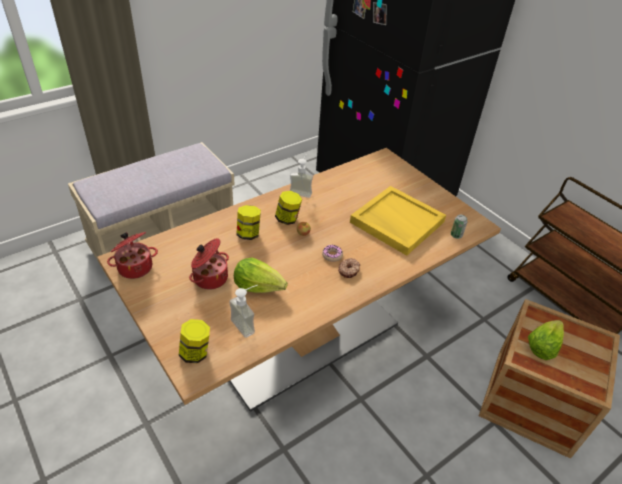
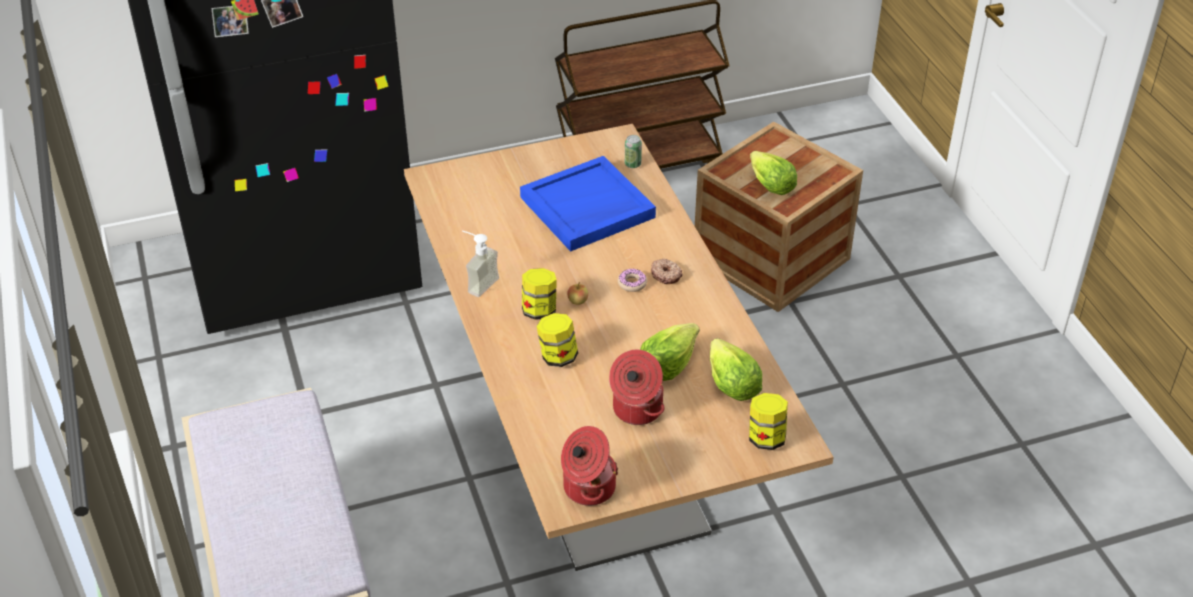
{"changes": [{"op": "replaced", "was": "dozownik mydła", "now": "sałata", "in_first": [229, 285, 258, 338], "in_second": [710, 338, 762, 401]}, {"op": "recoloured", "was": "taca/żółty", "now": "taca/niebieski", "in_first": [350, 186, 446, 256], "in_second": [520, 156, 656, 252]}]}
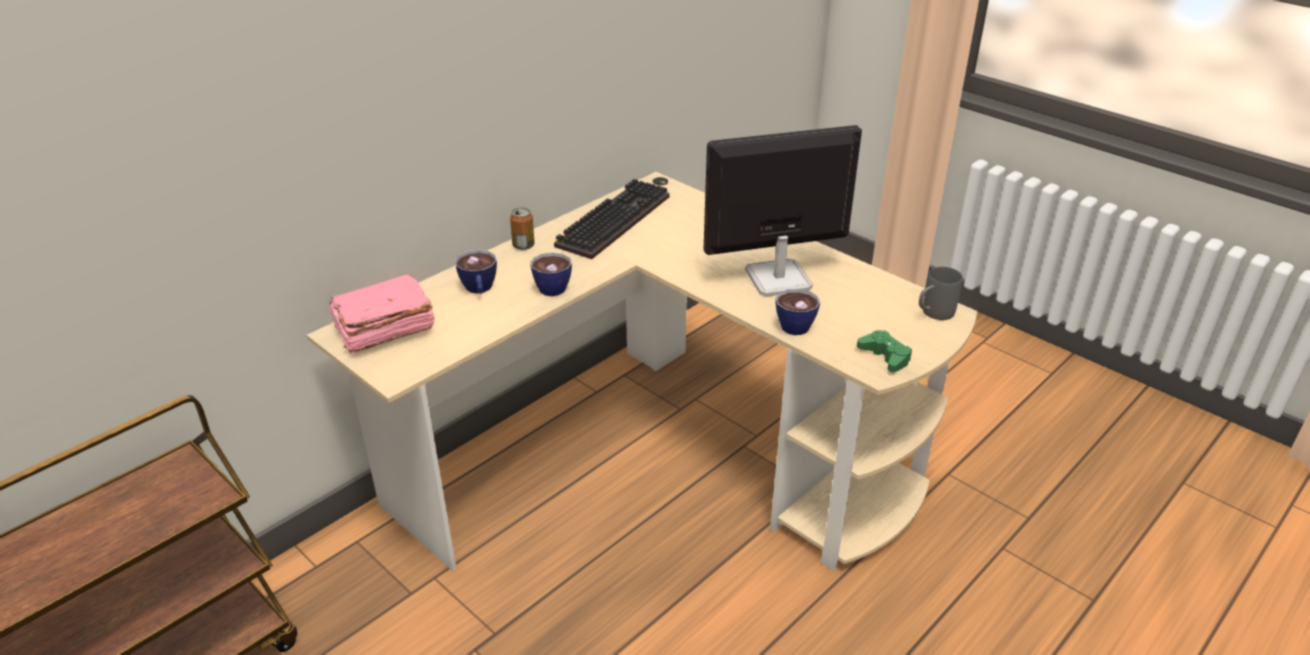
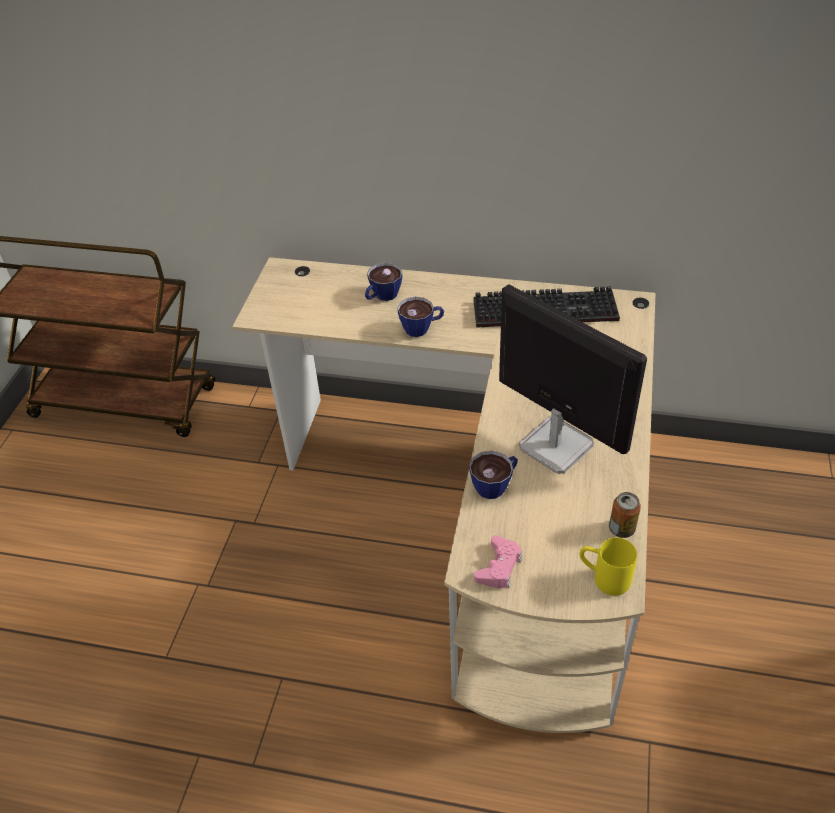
{"changes": [{"op": "removed", "was": "książka/różowy", "in_first": [329, 275, 435, 354]}, {"op": "moved", "was": "puszka", "in_first": [510, 207, 535, 250], "in_second": [609, 492, 641, 538]}, {"op": "recoloured", "was": "pad do gier/zielony", "now": "pad do gier/różowy", "in_first": [857, 330, 912, 372], "in_second": [474, 535, 522, 588]}, {"op": "recoloured", "was": "kubek/szary", "now": "kubek/żółty", "in_first": [919, 267, 963, 320], "in_second": [580, 538, 637, 596]}]}
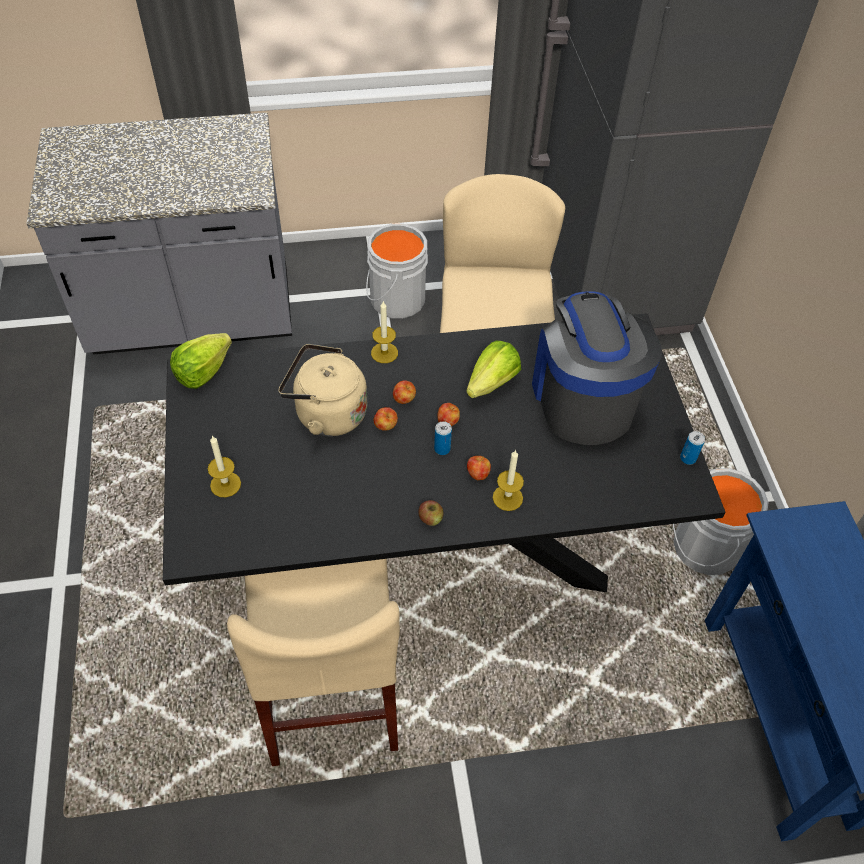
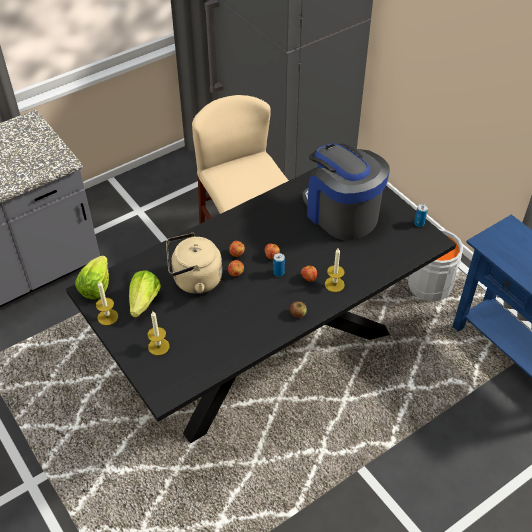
{"changes": [{"op": "removed", "was": "krzesło/beżowy", "in_first": [227, 559, 400, 766]}, {"op": "removed", "was": "wiadro/szary", "in_first": [366, 224, 428, 319]}, {"op": "moved", "was": "świeca", "in_first": [371, 301, 398, 363], "in_second": [96, 281, 118, 325]}, {"op": "moved", "was": "sałata", "in_first": [466, 341, 521, 398], "in_second": [129, 270, 161, 317]}]}
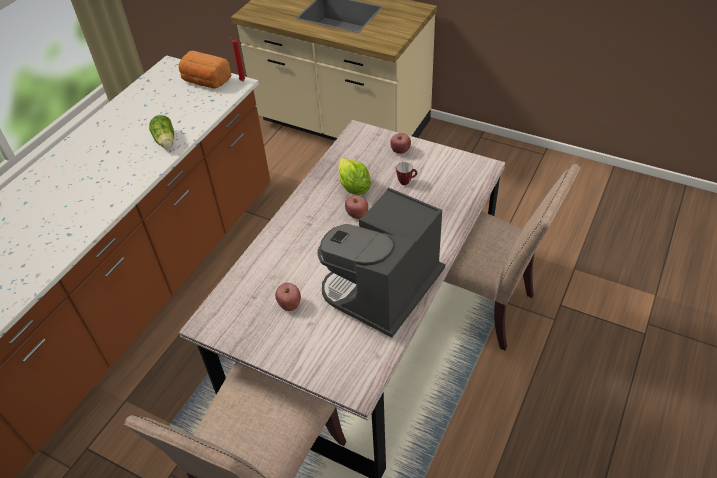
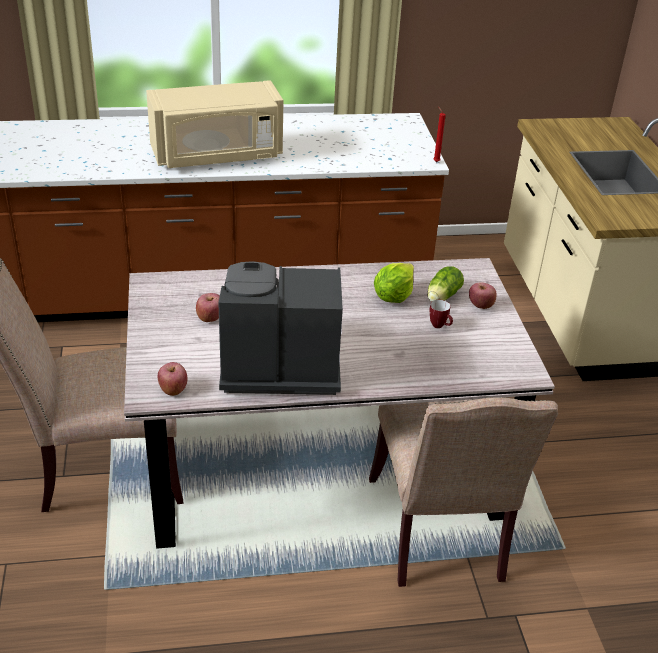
{"changes": [{"op": "moved", "was": "sałata", "in_first": [149, 115, 174, 148], "in_second": [427, 266, 464, 302]}, {"op": "removed", "was": "chleb", "in_first": [178, 51, 232, 88]}, {"op": "moved", "was": "jabłko", "in_first": [345, 195, 369, 219], "in_second": [157, 362, 187, 396]}, {"op": "added", "now": "mikrofalówka/beżowy", "in_second": [146, 80, 284, 168]}]}
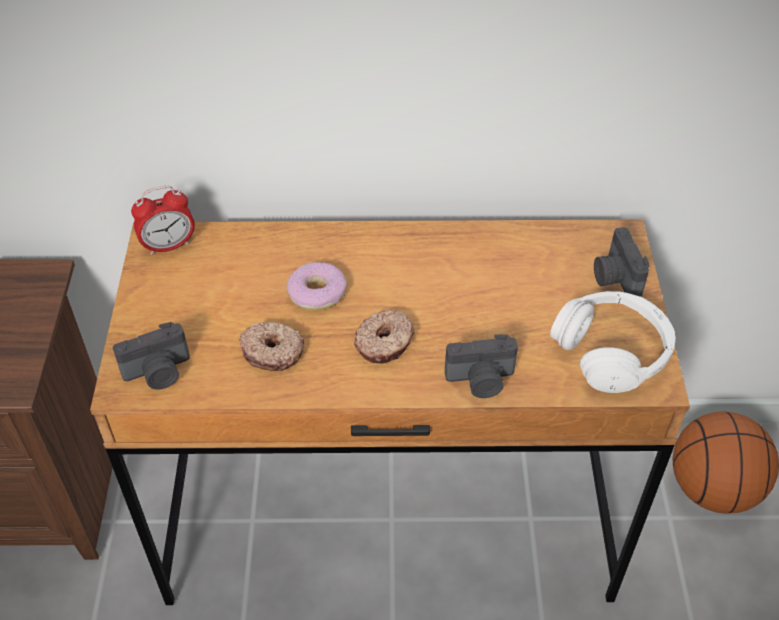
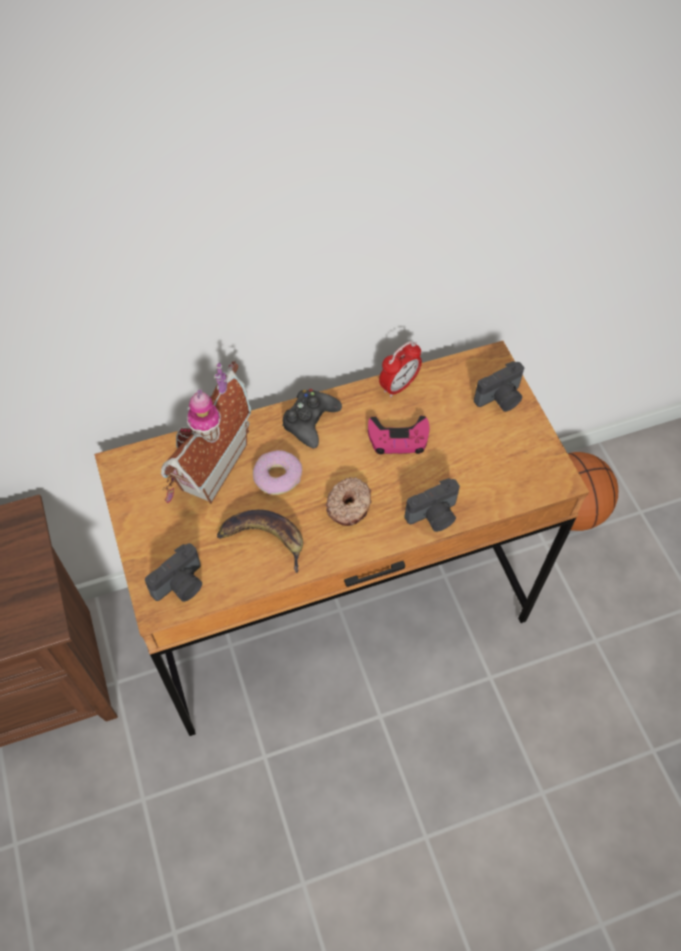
{"changes": [{"op": "moved", "was": "budzik", "in_first": [131, 186, 195, 255], "in_second": [379, 341, 422, 398]}, {"op": "replaced", "was": "donut", "now": "banan", "in_first": [239, 322, 304, 371], "in_second": [217, 510, 303, 573]}, {"op": "removed", "was": "słuchawki/biały", "in_first": [550, 291, 676, 393]}, {"op": "turned", "was": "aparat fotograficzny", "in_first": [594, 227, 649, 297], "in_second": [474, 361, 524, 412], "clockwise": -90}, {"op": "added", "now": "domek", "in_second": [161, 360, 251, 504]}, {"op": "added", "now": "pad do gier/czarny", "in_second": [282, 389, 342, 448]}, {"op": "added", "now": "pad do gier/różowy", "in_second": [368, 416, 430, 454]}]}
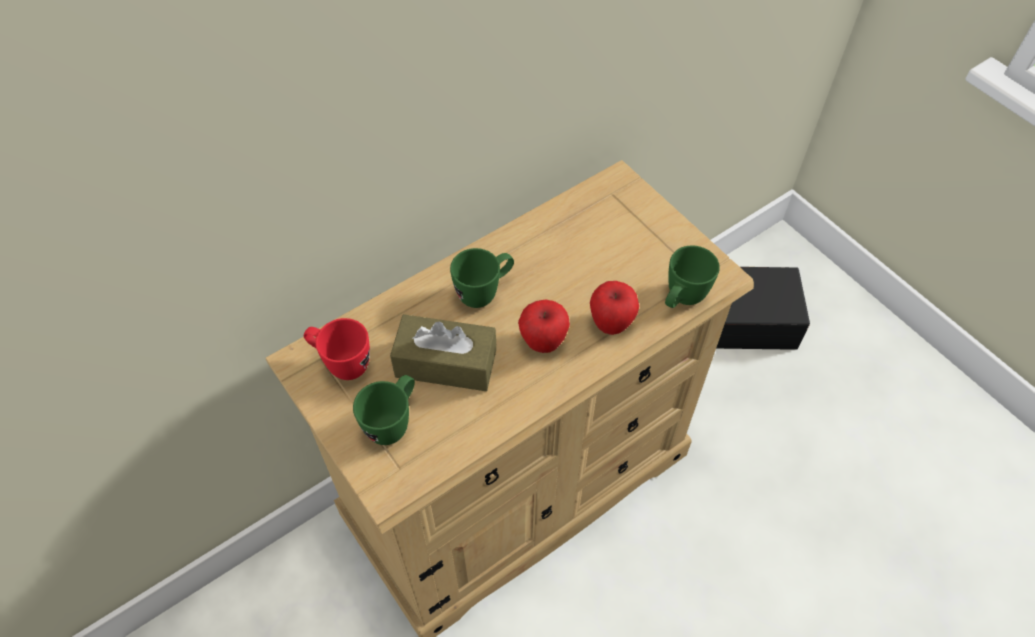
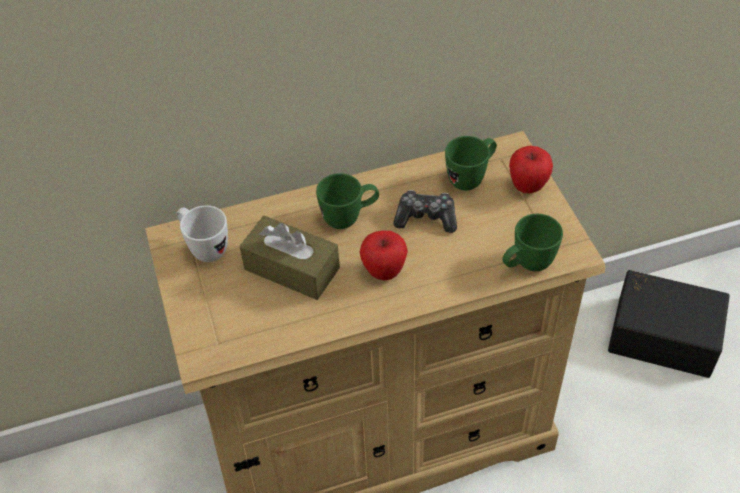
{"changes": [{"op": "recoloured", "was": "kubek/czerwony", "now": "kubek/biały", "in_first": [304, 318, 370, 380], "in_second": [176, 205, 228, 262]}, {"op": "moved", "was": "kubek/zielony", "in_first": [353, 375, 415, 445], "in_second": [445, 136, 497, 190]}, {"op": "moved", "was": "jabłko", "in_first": [590, 281, 639, 335], "in_second": [509, 146, 553, 193]}, {"op": "added", "now": "pad do gier", "in_second": [393, 190, 457, 233]}]}
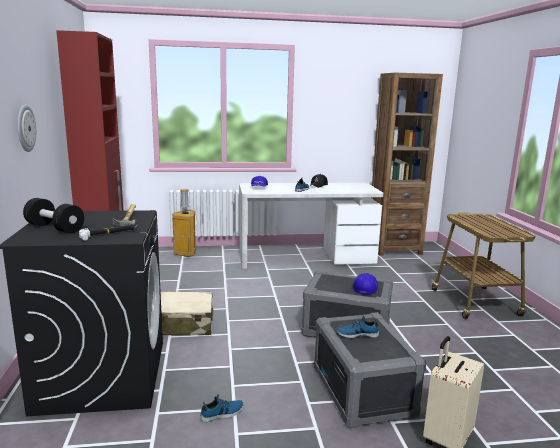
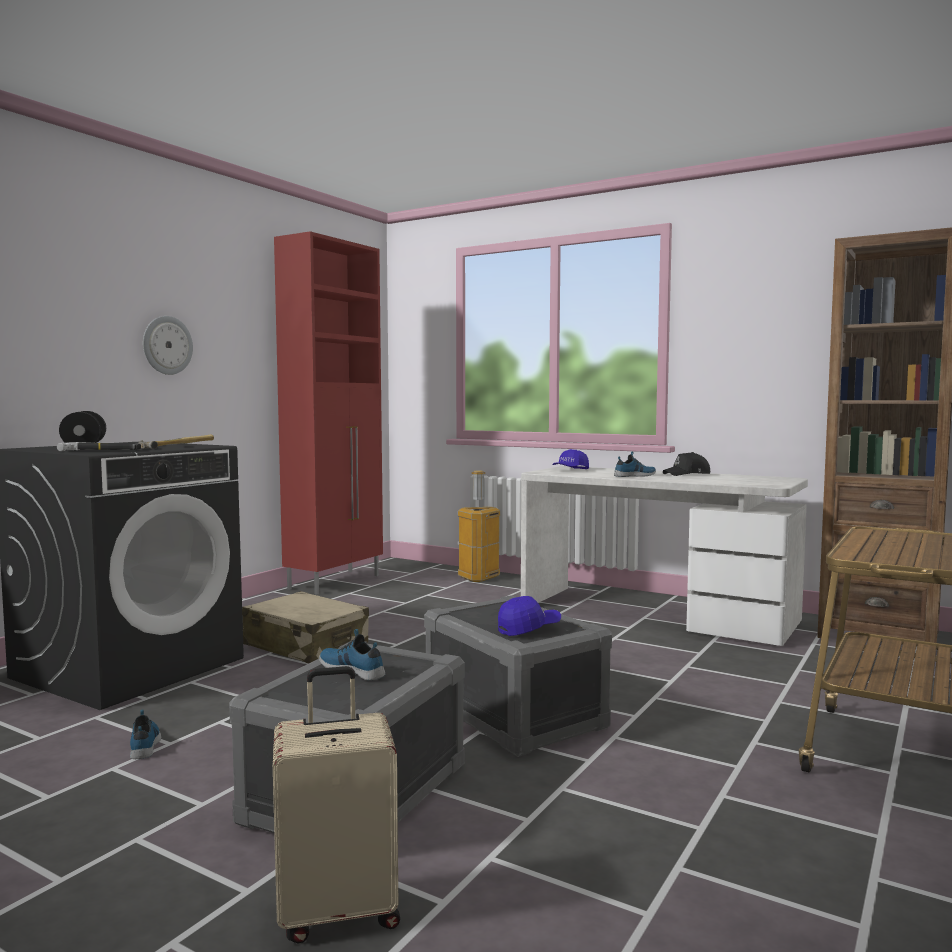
{"changes": [{"op": "turned", "was": "but", "in_first": [200, 394, 243, 423], "in_second": [130, 710, 161, 759], "clockwise": -120}]}
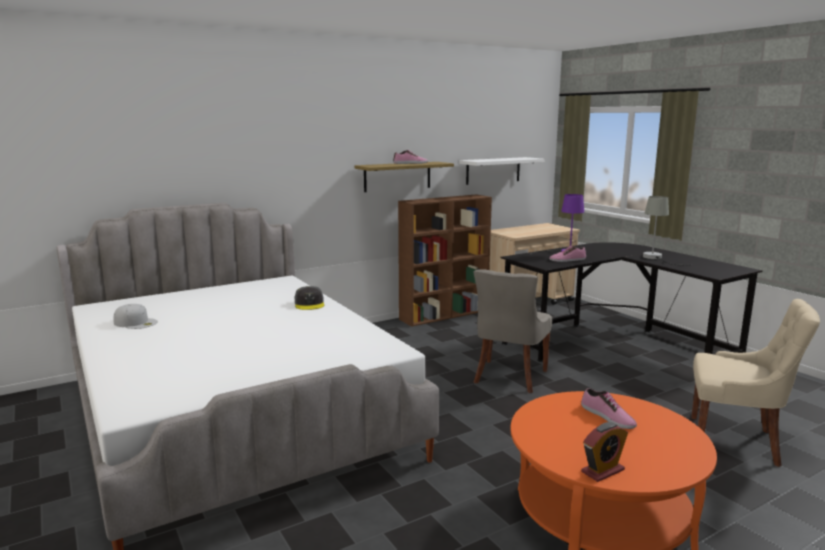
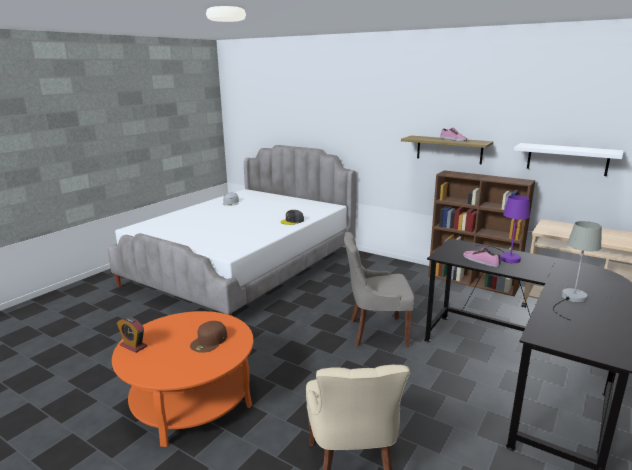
{"changes": [{"op": "replaced", "was": "but", "now": "czapka z daszkiem/brązowy", "in_first": [581, 388, 637, 429], "in_second": [190, 321, 227, 353]}]}
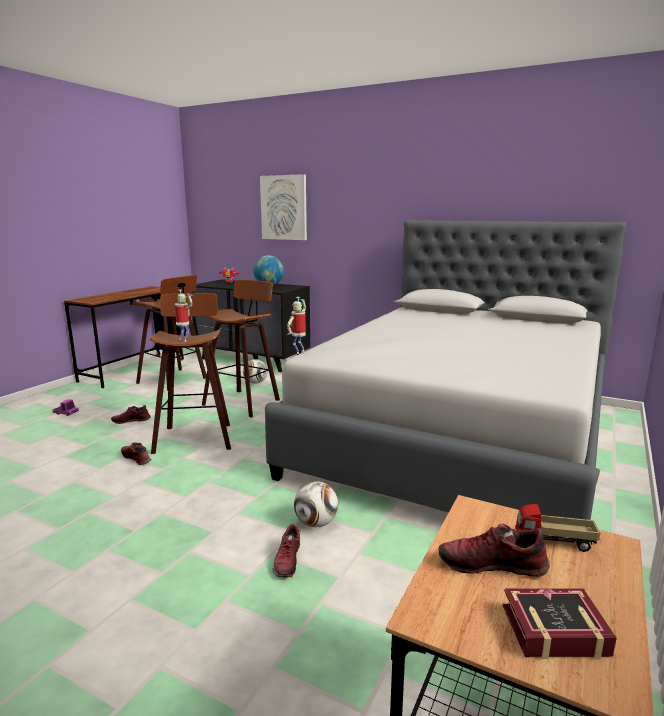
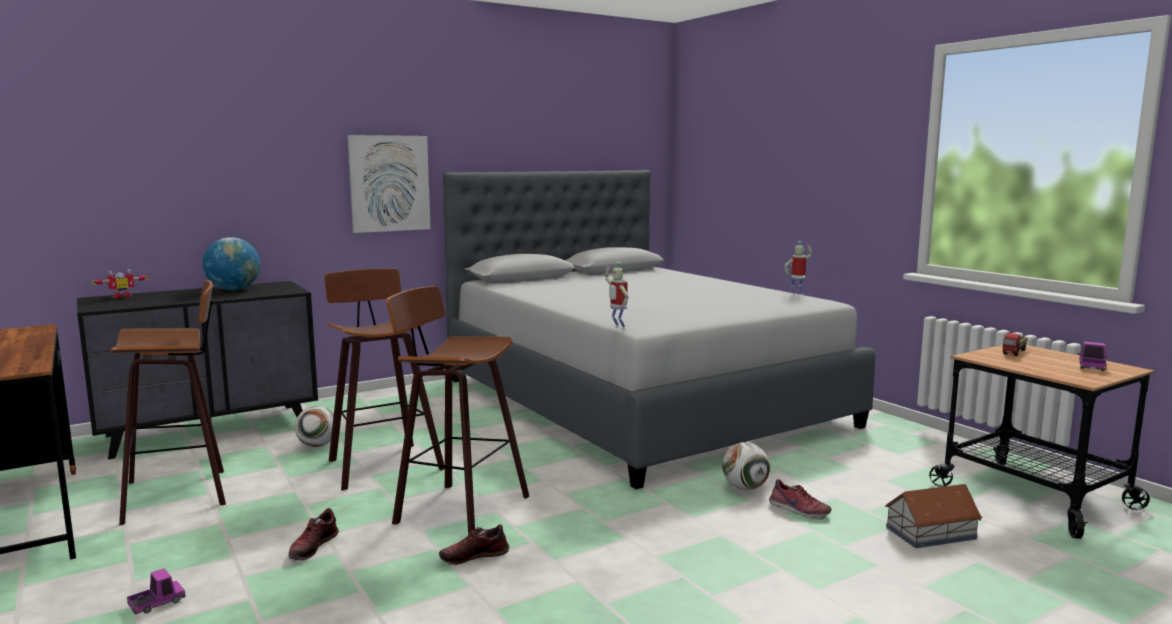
{"changes": [{"op": "moved", "was": "robot zabawkowy", "in_first": [174, 290, 193, 342], "in_second": [784, 241, 812, 296]}, {"op": "moved", "was": "obraz", "in_first": [260, 174, 307, 240], "in_second": [347, 135, 431, 233]}, {"op": "removed", "was": "but", "in_first": [438, 524, 550, 577]}, {"op": "replaced", "was": "książka", "now": "ciężarówka zabawkowa", "in_first": [503, 588, 617, 659], "in_second": [1078, 342, 1108, 371]}, {"op": "added", "now": "domek", "in_second": [885, 484, 983, 548]}]}
